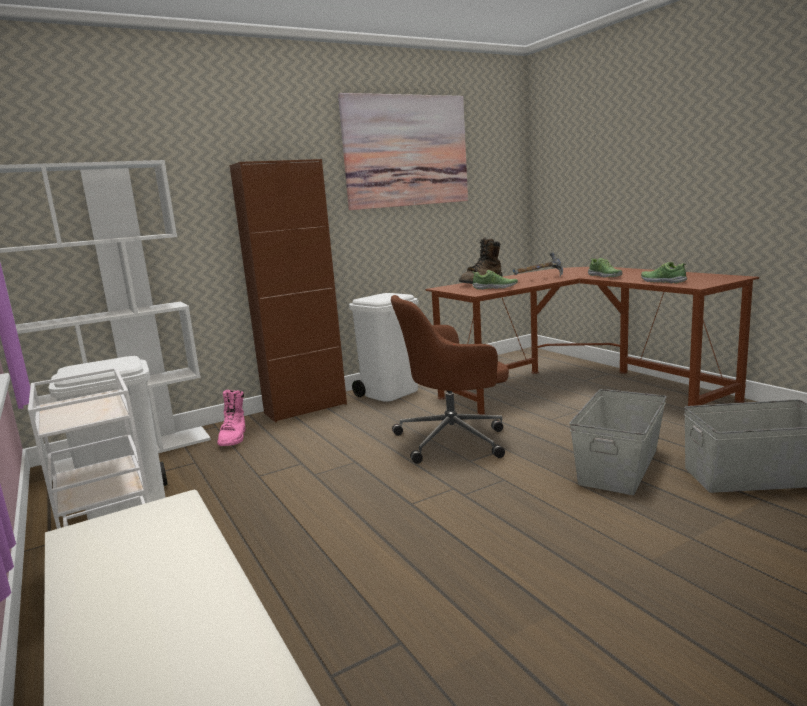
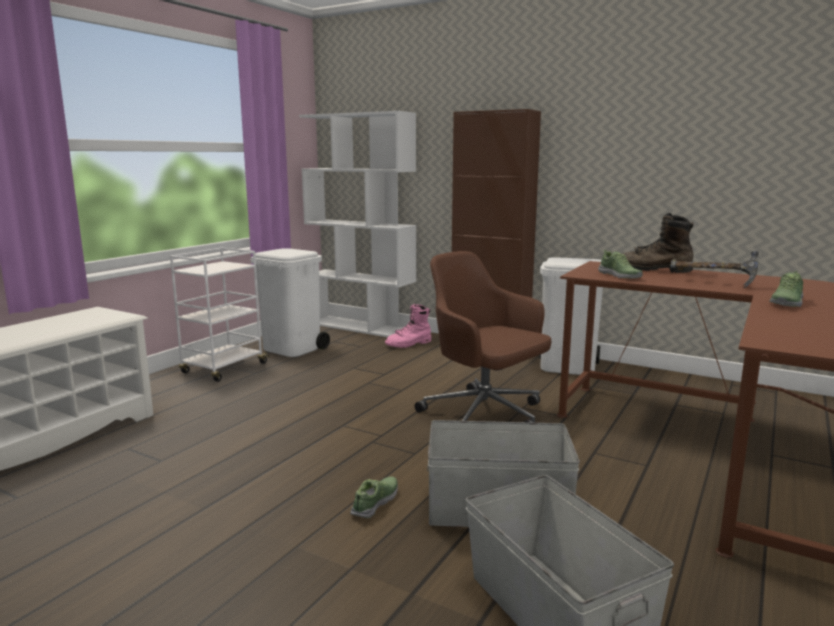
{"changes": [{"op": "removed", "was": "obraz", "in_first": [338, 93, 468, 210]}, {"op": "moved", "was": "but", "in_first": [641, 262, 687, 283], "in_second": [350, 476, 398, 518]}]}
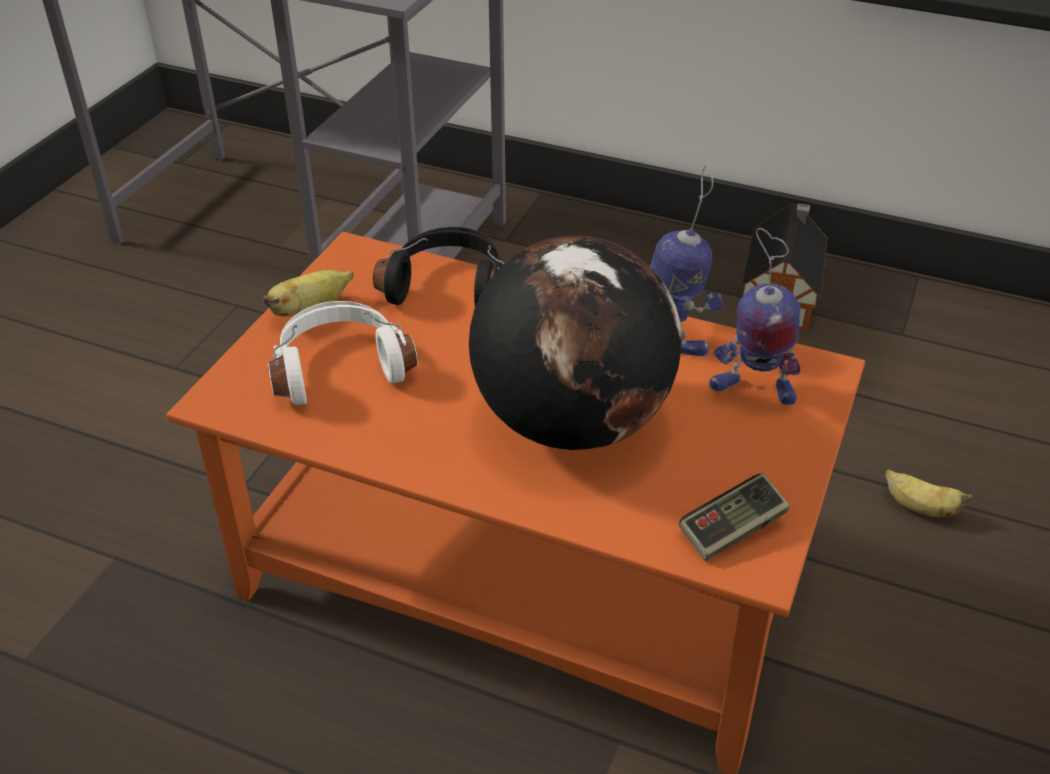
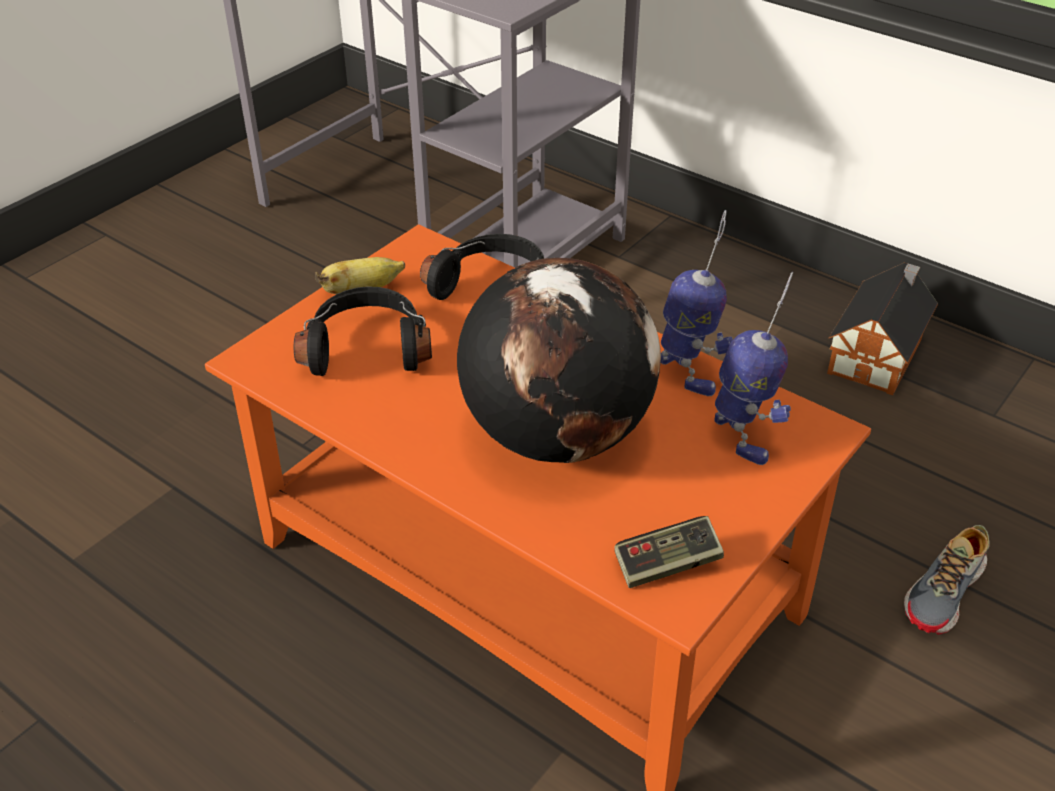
{"changes": [{"op": "recoloured", "was": "słuchawki/biały", "now": "słuchawki/czarny", "in_first": [268, 301, 417, 405], "in_second": [294, 286, 432, 376]}, {"op": "turned", "was": "robot zabawkowy", "in_first": [709, 228, 800, 405], "in_second": [714, 272, 793, 465], "clockwise": -135}, {"op": "replaced", "was": "banan", "now": "but", "in_first": [885, 469, 972, 517], "in_second": [904, 525, 990, 635]}]}
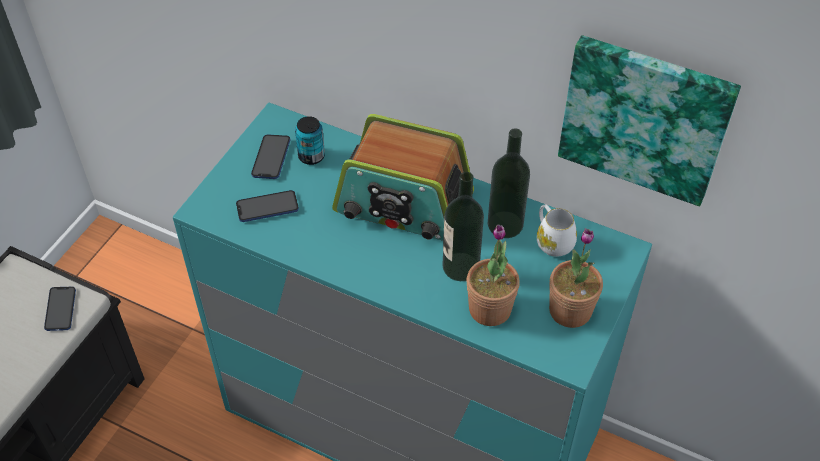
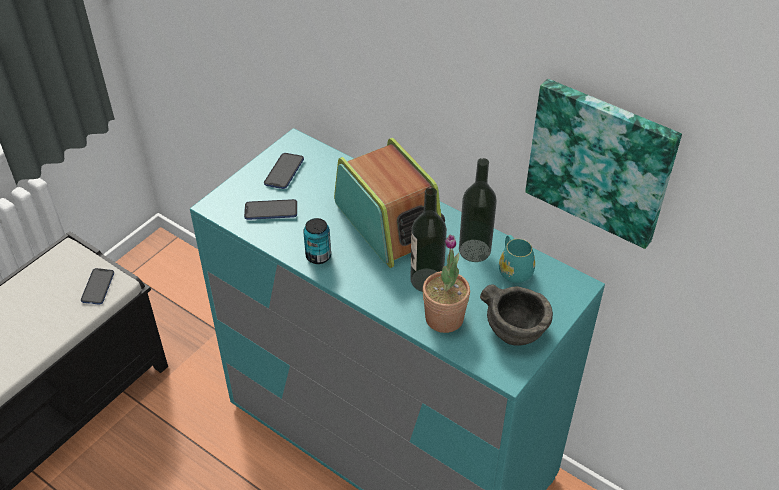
{"changes": [{"op": "moved", "was": "puszka", "in_first": [295, 116, 325, 165], "in_second": [303, 218, 331, 264]}, {"op": "turned", "was": "radio", "in_first": [332, 114, 474, 241], "in_second": [334, 138, 445, 268], "clockwise": -150}, {"op": "recoloured", "was": "kubek/biały", "now": "kubek/turkusowy", "in_first": [537, 204, 577, 257], "in_second": [499, 235, 535, 283]}, {"op": "replaced", "was": "roślina doniczkowa", "now": "miska/szary", "in_first": [549, 228, 603, 328], "in_second": [480, 284, 553, 345]}]}
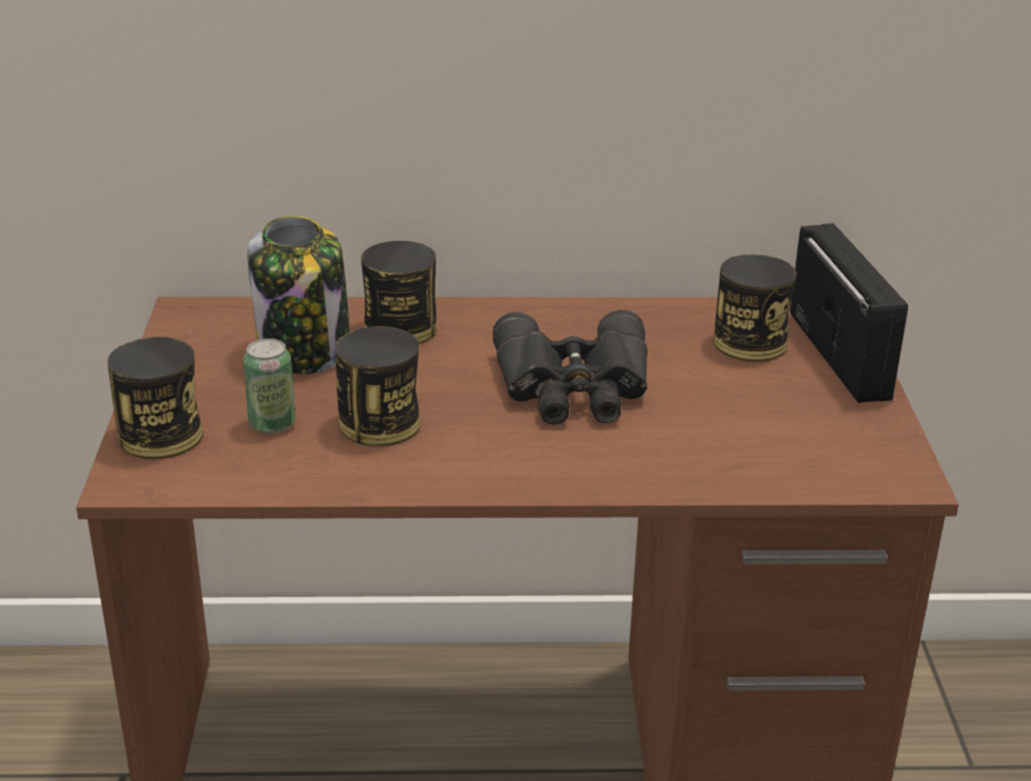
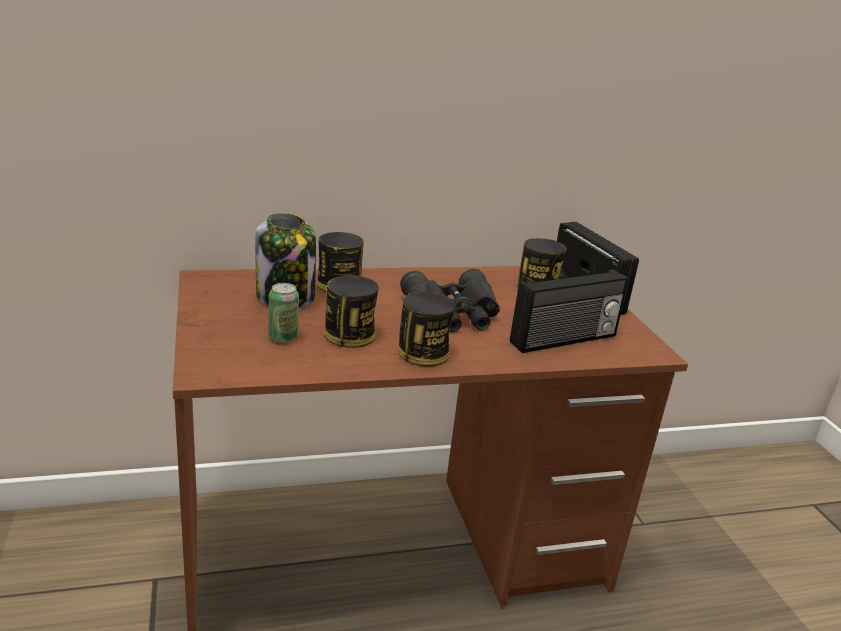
{"changes": [{"op": "moved", "was": "puszka", "in_first": [107, 337, 203, 459], "in_second": [398, 292, 456, 366]}, {"op": "added", "now": "radio", "in_second": [510, 269, 629, 353]}]}
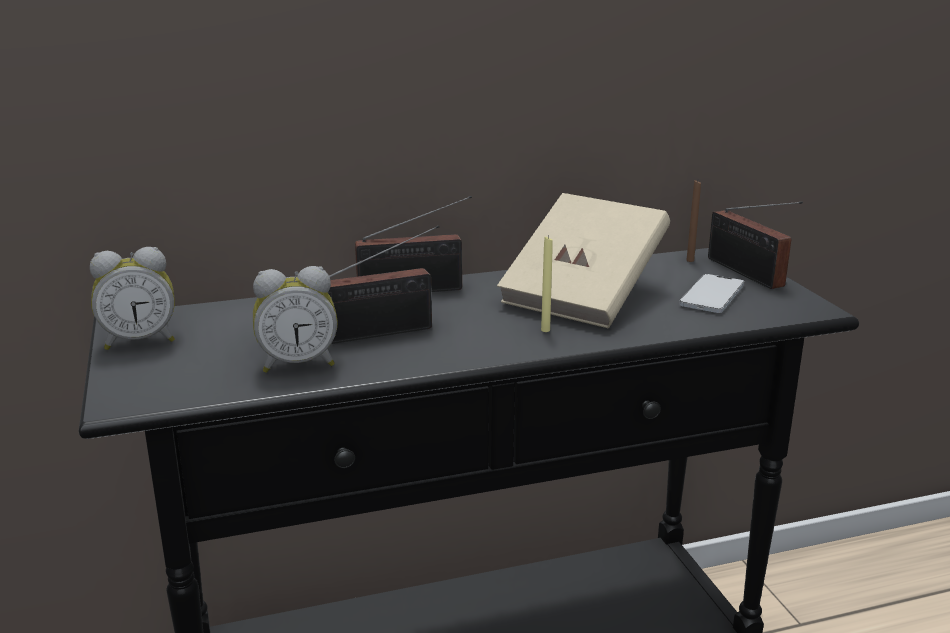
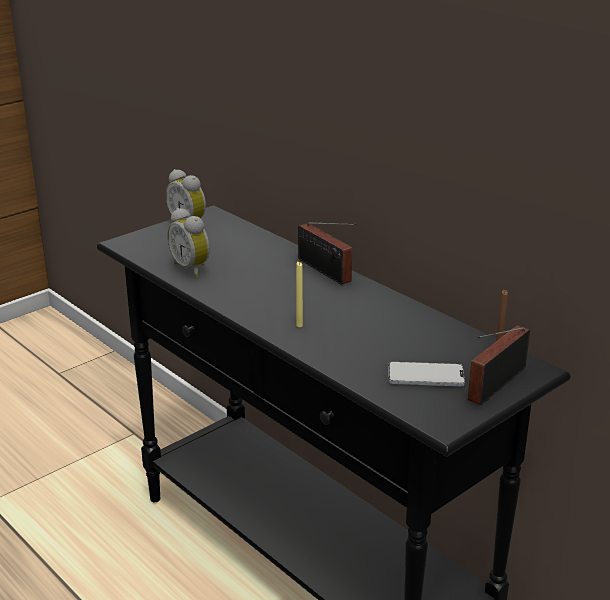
{"changes": [{"op": "removed", "was": "radio", "in_first": [328, 225, 439, 344]}, {"op": "removed", "was": "książka/beżowy", "in_first": [497, 193, 670, 328]}]}
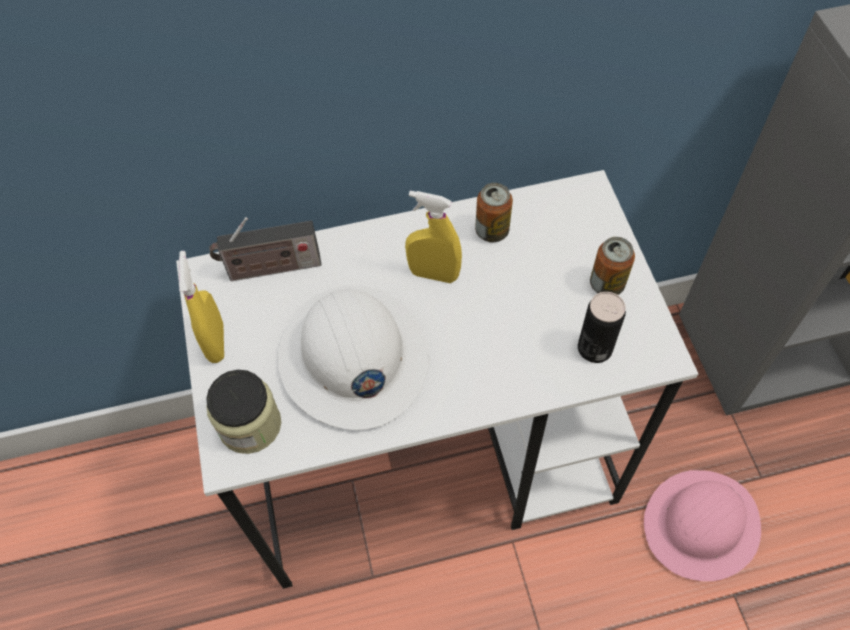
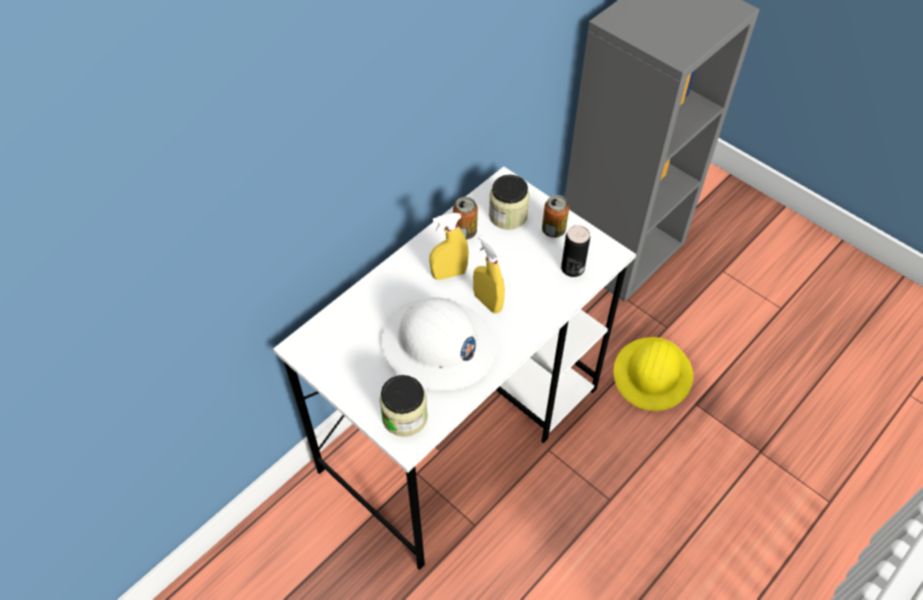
{"changes": [{"op": "moved", "was": "spryskiwacz/żółty", "in_first": [178, 251, 224, 363], "in_second": [473, 235, 505, 313]}, {"op": "removed", "was": "radio", "in_first": [209, 217, 321, 281]}, {"op": "recoloured", "was": "kask/różowy", "now": "kask/żółty", "in_first": [644, 470, 761, 581], "in_second": [614, 337, 693, 411]}, {"op": "added", "now": "słoik", "in_second": [489, 175, 530, 230]}]}
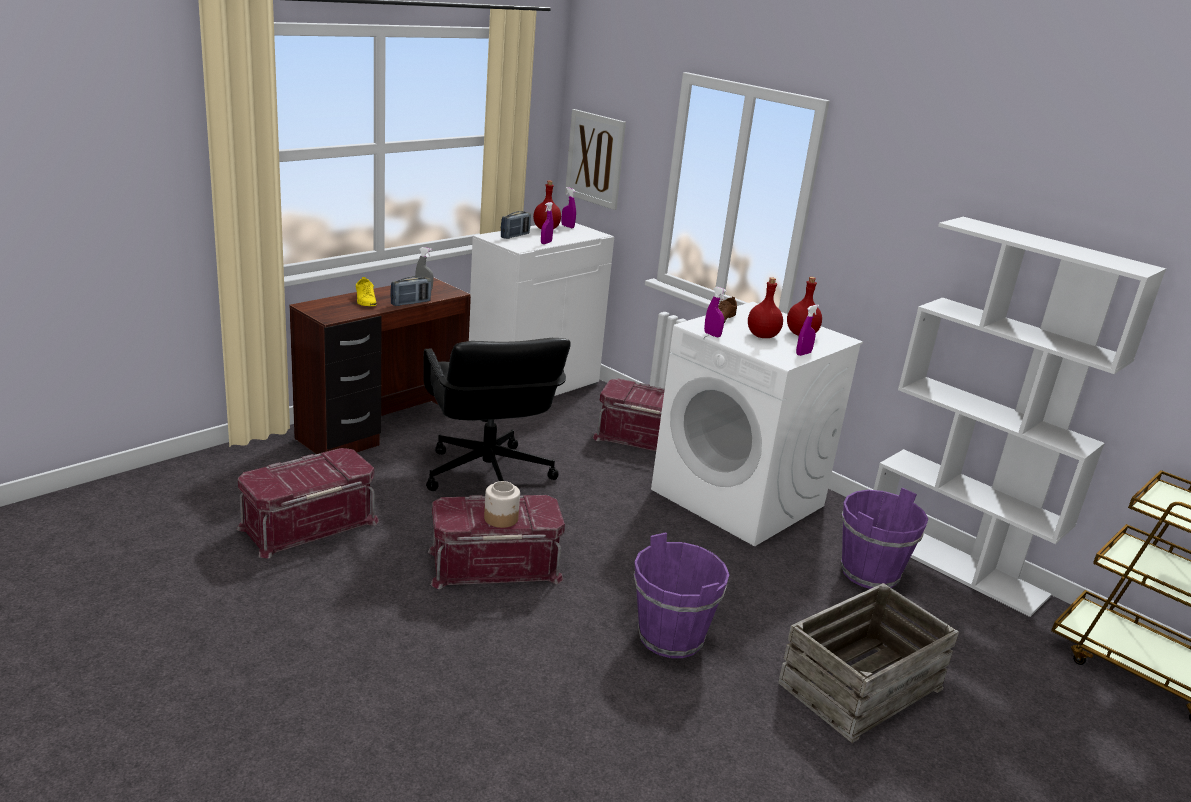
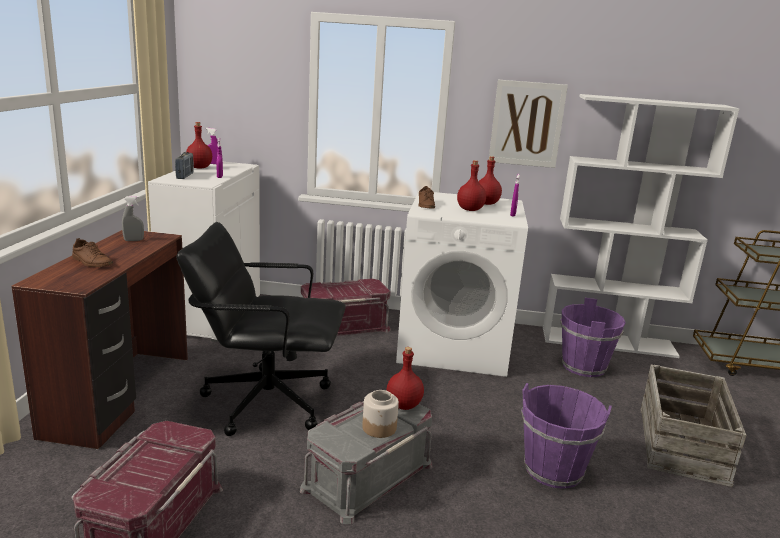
{"changes": [{"op": "recoloured", "was": "but/żółty", "now": "but/brązowy", "in_first": [356, 277, 377, 306], "in_second": [72, 238, 113, 267]}, {"op": "removed", "was": "radio", "in_first": [390, 276, 431, 306]}, {"op": "turned", "was": "krzesło biurowe/czarny", "in_first": [423, 338, 571, 491], "in_second": [177, 222, 346, 436], "clockwise": 150}, {"op": "recoloured", "was": "pojemnik do przechowywania/czerwony", "now": "pojemnik do przechowywania/szary", "in_first": [428, 495, 565, 589], "in_second": [300, 401, 433, 524]}, {"op": "moved", "was": "obraz", "in_first": [565, 109, 626, 210], "in_second": [489, 80, 568, 168]}, {"op": "removed", "was": "spryskiwacz/fioletowy", "in_first": [704, 287, 727, 337]}, {"op": "added", "now": "butelka/czerwony", "in_second": [386, 347, 424, 410]}]}
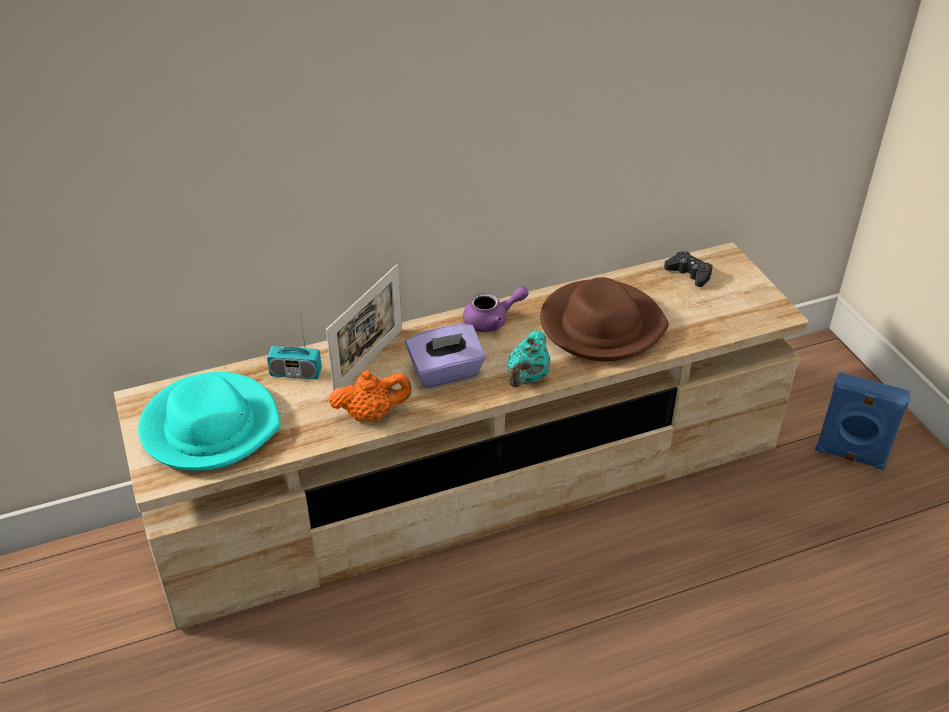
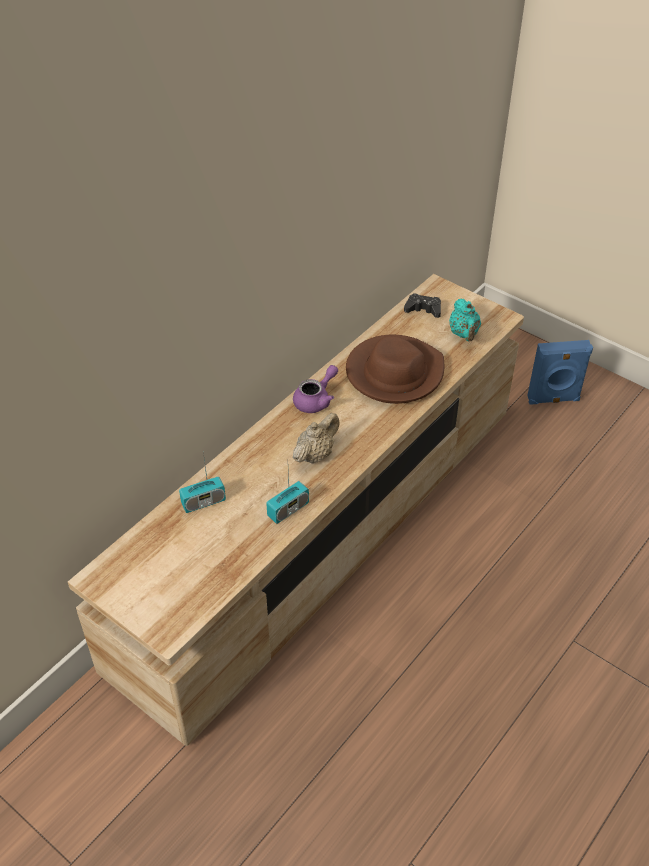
{"changes": [{"op": "removed", "was": "kapelusz/turkusowy", "in_first": [138, 372, 281, 471]}, {"op": "removed", "was": "ramka na zdjęcie", "in_first": [326, 264, 402, 390]}, {"op": "replaced", "was": "imbryk/pomarańczowy", "now": "radio", "in_first": [328, 370, 412, 421], "in_second": [266, 471, 309, 524]}, {"op": "replaced", "was": "pudełko chusteczek/fioletowy", "now": "imbryk/beżowy", "in_first": [405, 324, 486, 388], "in_second": [293, 413, 340, 464]}, {"op": "moved", "was": "imbryk/turkusowy", "in_first": [507, 330, 550, 387], "in_second": [449, 299, 481, 341]}]}
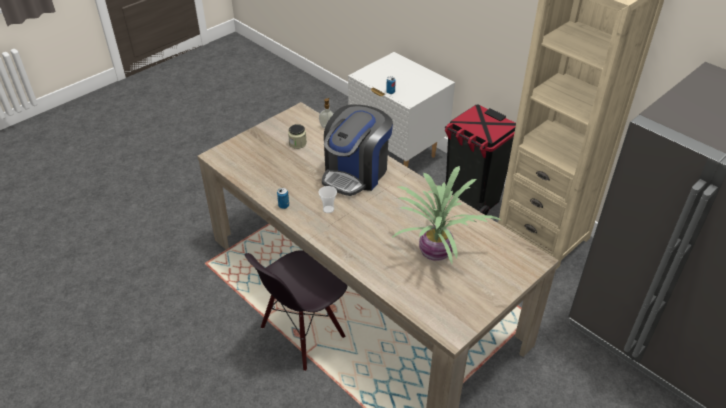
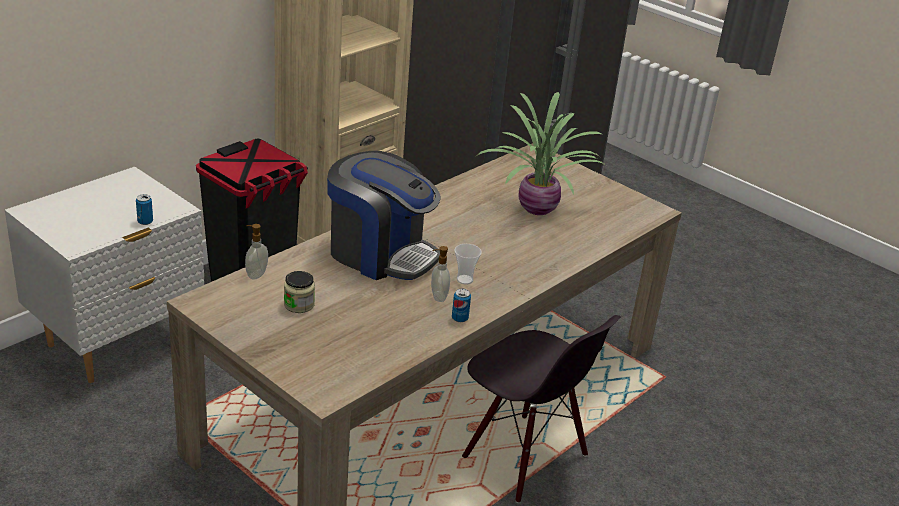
{"changes": [{"op": "added", "now": "dozownik mydła", "in_second": [431, 246, 450, 302]}]}
